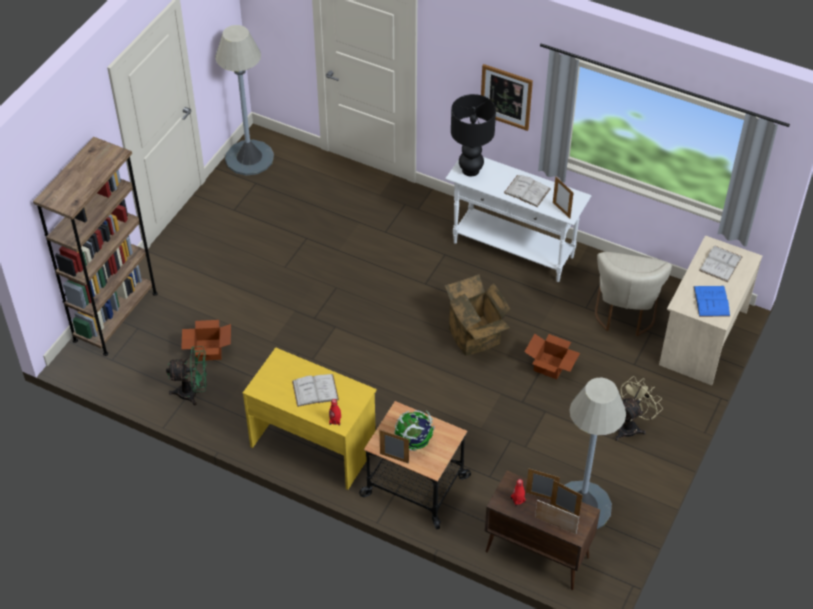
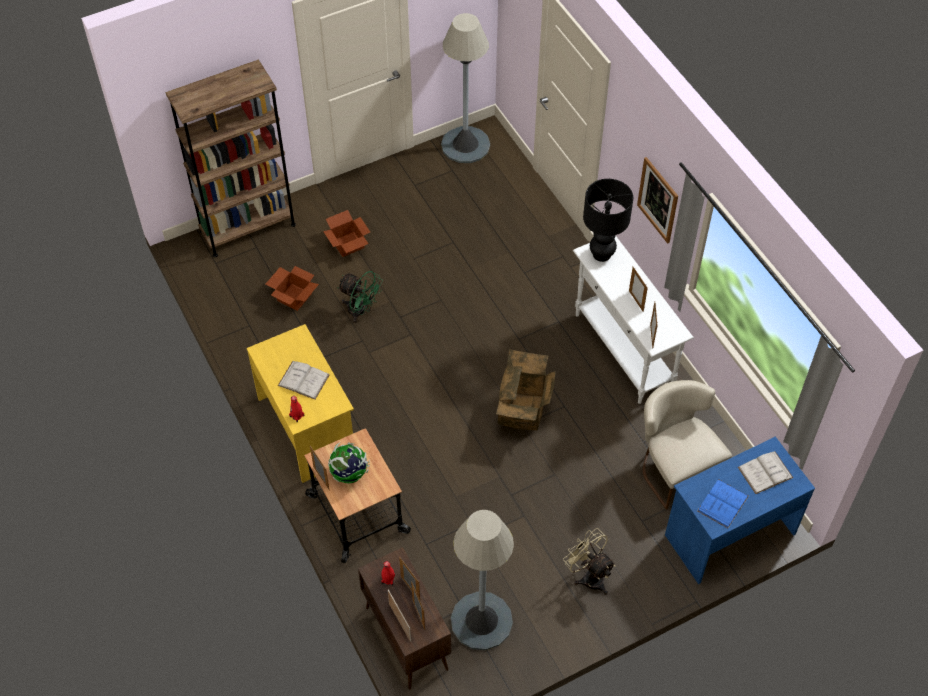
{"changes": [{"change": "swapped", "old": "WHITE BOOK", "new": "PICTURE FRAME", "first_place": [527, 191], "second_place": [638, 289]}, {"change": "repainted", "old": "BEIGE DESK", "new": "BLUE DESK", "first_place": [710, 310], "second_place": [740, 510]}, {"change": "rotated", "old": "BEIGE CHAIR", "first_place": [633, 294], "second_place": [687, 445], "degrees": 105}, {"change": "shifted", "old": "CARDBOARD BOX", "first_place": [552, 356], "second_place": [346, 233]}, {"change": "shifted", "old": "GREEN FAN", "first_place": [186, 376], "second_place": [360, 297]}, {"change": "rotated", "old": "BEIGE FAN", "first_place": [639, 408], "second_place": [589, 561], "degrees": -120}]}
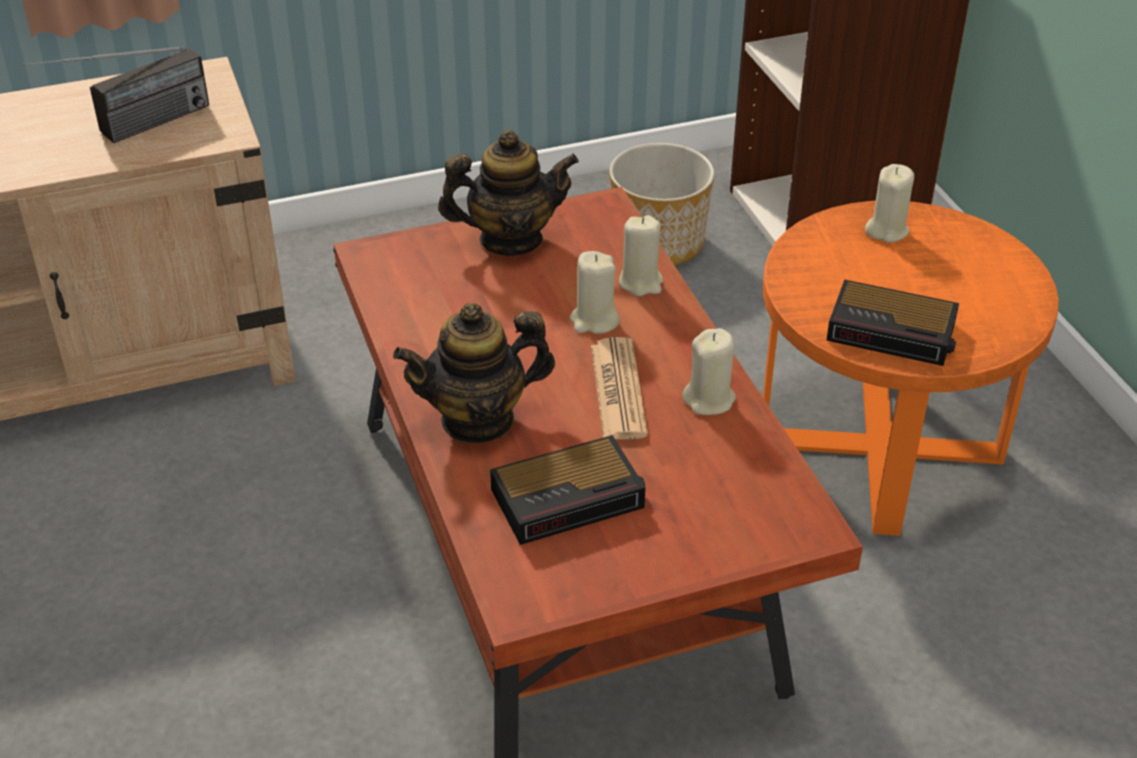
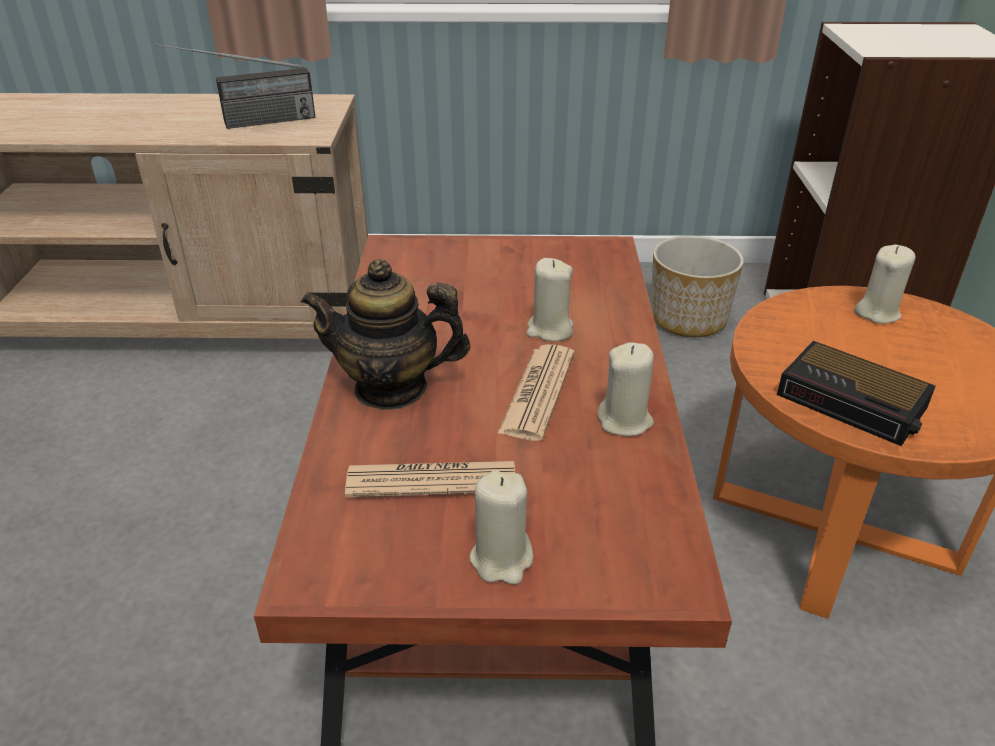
{"changes": [{"change": "gone", "old": "TEAPOT", "first_place": [508, 193]}, {"change": "shifted", "old": "BEIGE CANDLE", "first_place": [641, 255], "second_place": [501, 527]}, {"change": "swapped", "old": "ALARM CLOCK", "new": "NEWSPAPER", "first_place": [568, 490], "second_place": [430, 479]}]}
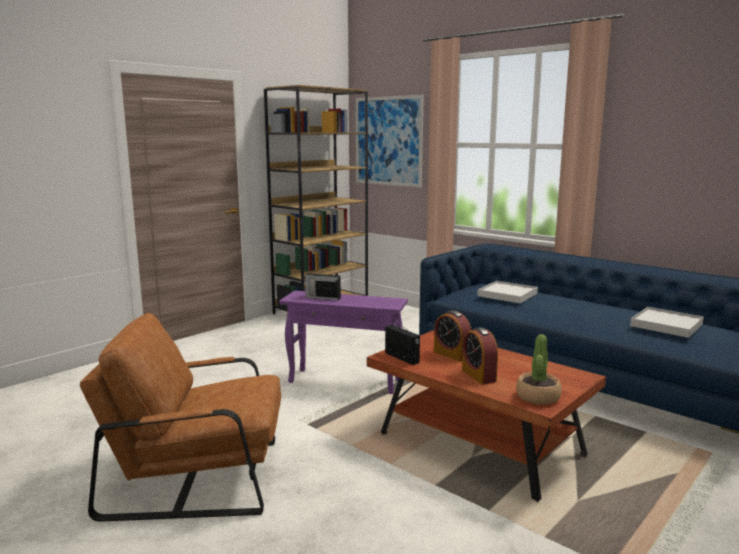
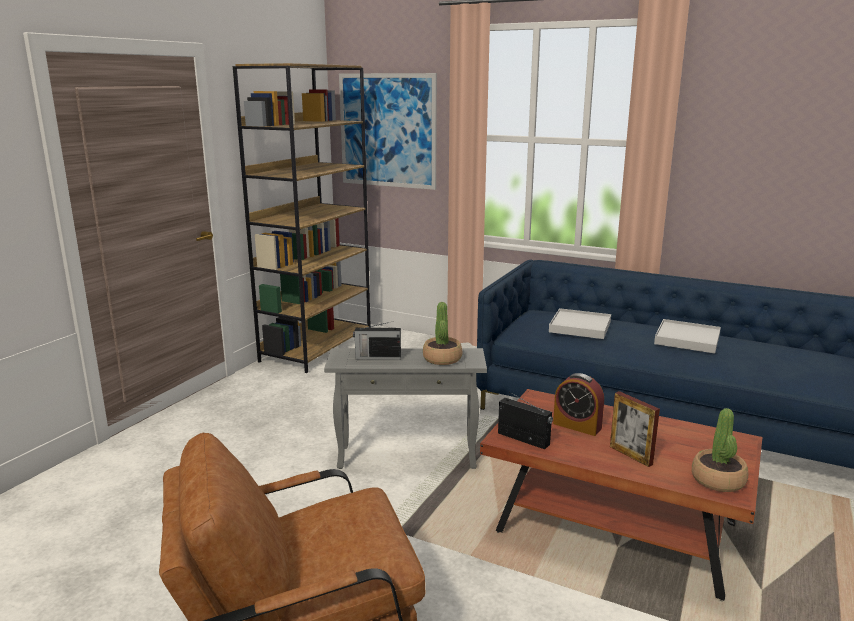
{"changes": [{"change": "repainted", "old": "PURPLE SIDE TABLE", "new": "GREY SIDE TABLE", "first_place": [343, 342], "second_place": [405, 408]}, {"change": "shifted", "old": "WHITE TRAY", "first_place": [667, 322], "second_place": [687, 336]}, {"change": "swapped", "old": "ALARM CLOCK", "new": "PICTURE FRAME", "first_place": [480, 355], "second_place": [635, 429]}, {"change": "new", "new": "POTTED PLANT", "second_place": [442, 333]}]}
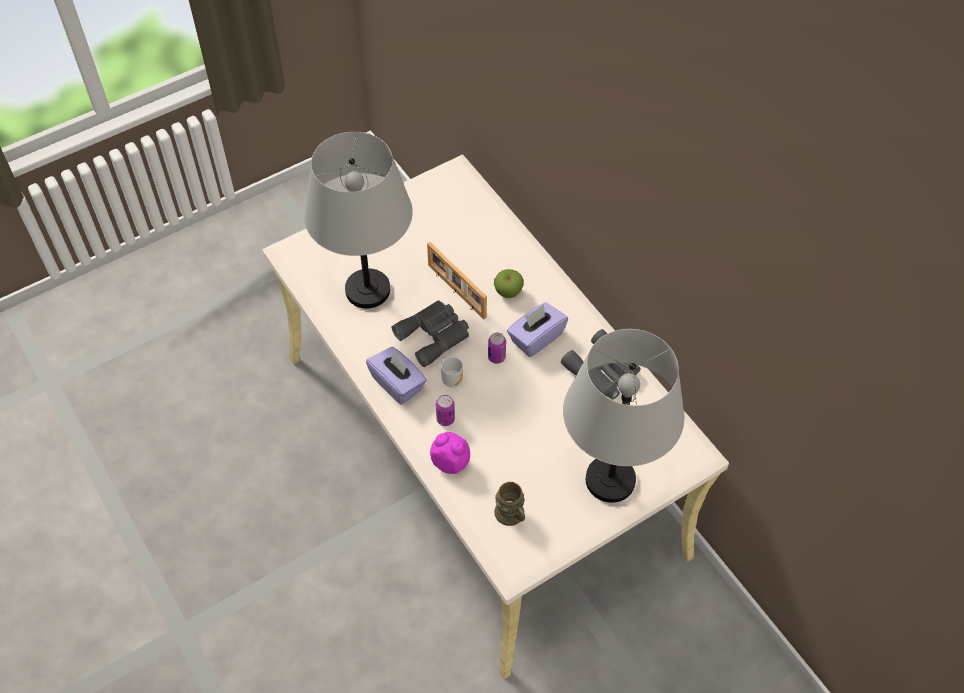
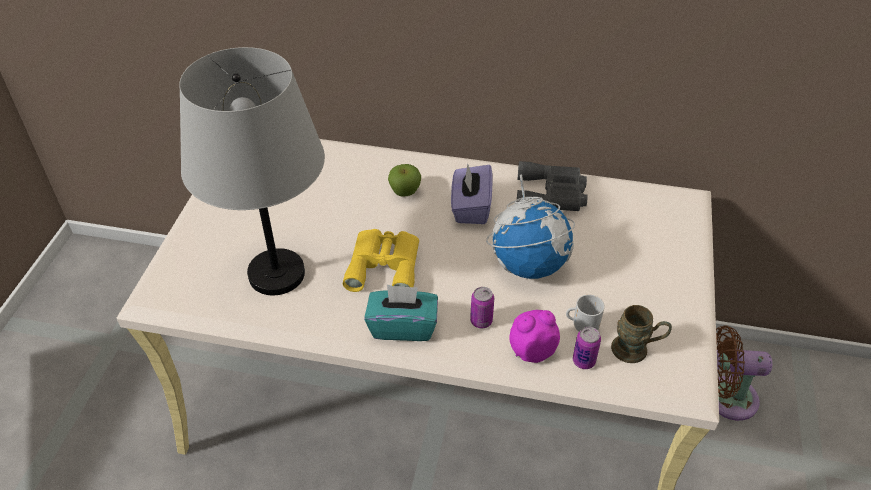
{"changes": [{"change": "gone", "old": "PICTURE FRAME", "first_place": [457, 280]}, {"change": "repainted", "old": "GREY BINOCULARS", "new": "YELLOW BINOCULARS", "first_place": [430, 333], "second_place": [381, 260]}, {"change": "gone", "old": "GREY TABLE LAMP", "first_place": [623, 416]}, {"change": "shifted", "old": "CAN", "first_place": [497, 348], "second_place": [587, 348]}, {"change": "repainted", "old": "PURPLE TISSUE BOX", "new": "TURQUOISE TISSUE BOX", "first_place": [396, 376], "second_place": [401, 313]}, {"change": "shifted", "old": "MUG", "first_place": [452, 372], "second_place": [585, 313]}, {"change": "new", "new": "GLOBE", "second_place": [530, 227]}, {"change": "new", "new": "BROWN FAN", "second_place": [744, 373]}]}
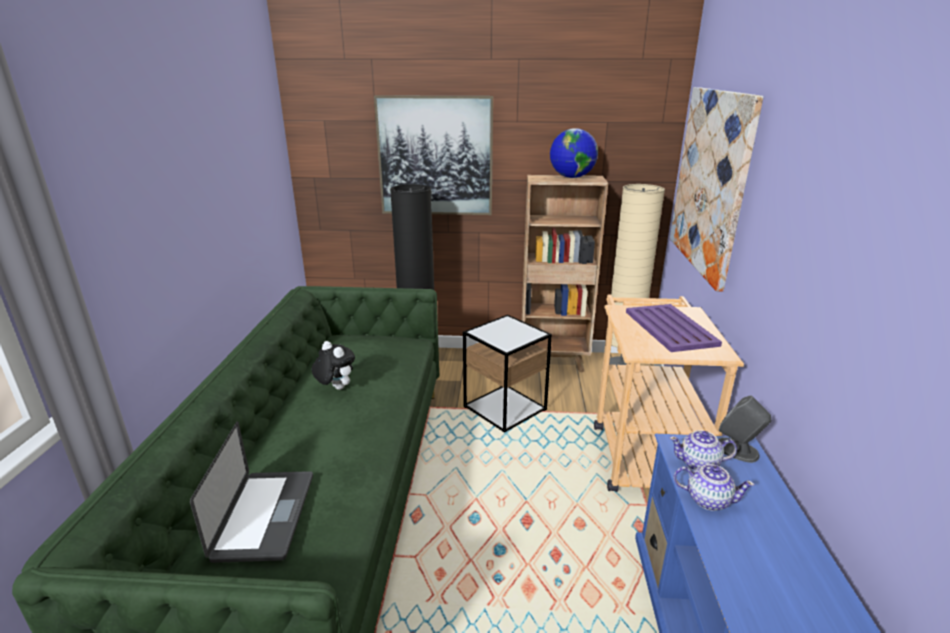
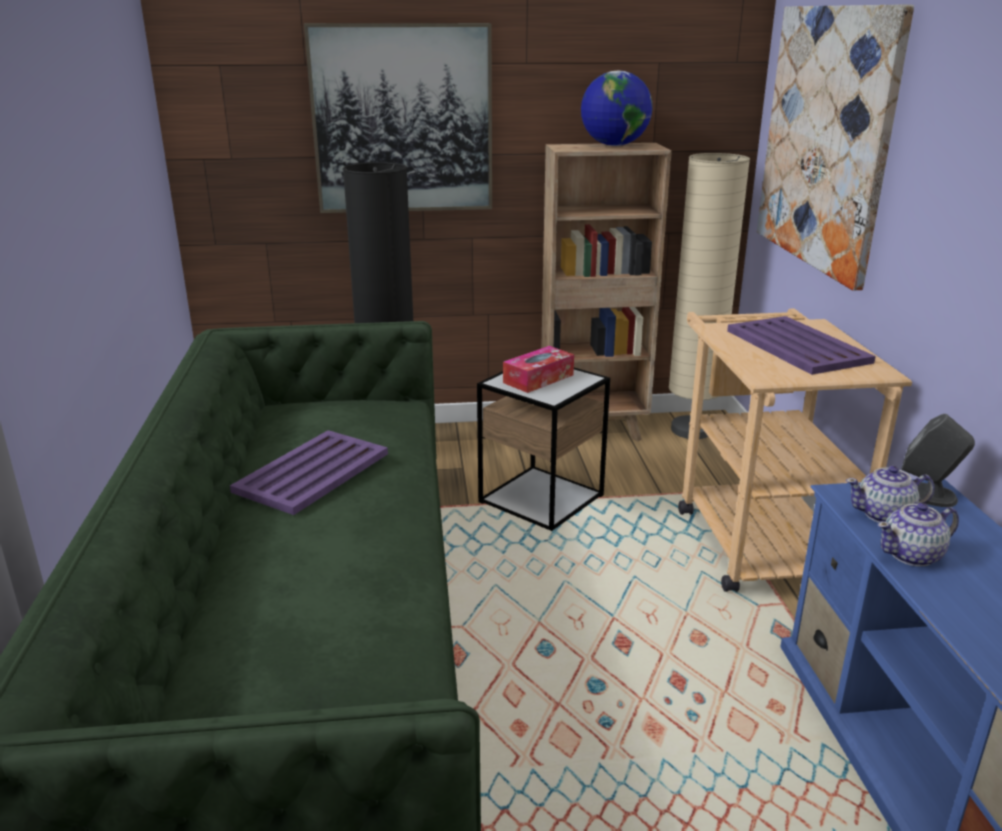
{"changes": [{"change": "swapped", "old": "PLUSH TOY", "new": "PURPLE TRAY", "first_place": [333, 365], "second_place": [309, 472]}, {"change": "gone", "old": "LAPTOP", "first_place": [251, 492]}, {"change": "rotated", "old": "TEAPOT", "first_place": [714, 487], "second_place": [918, 535], "degrees": 150}, {"change": "new", "new": "TISSUE BOX", "second_place": [538, 369]}]}
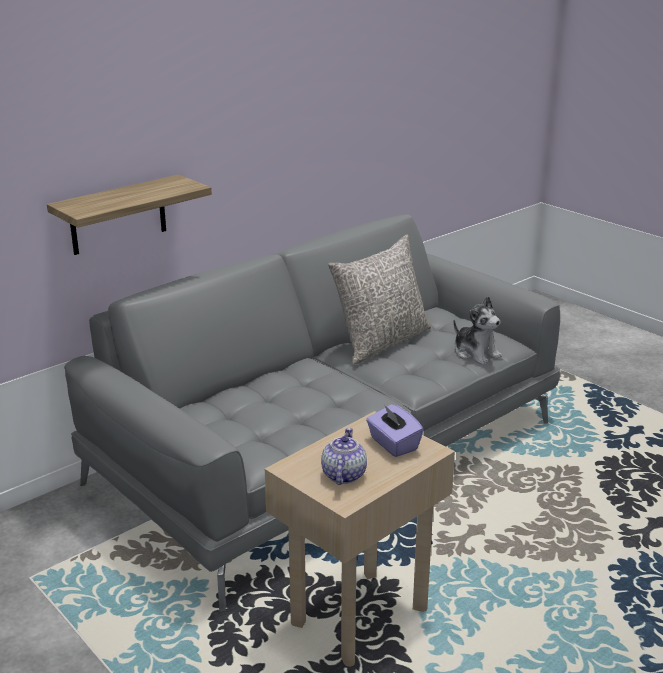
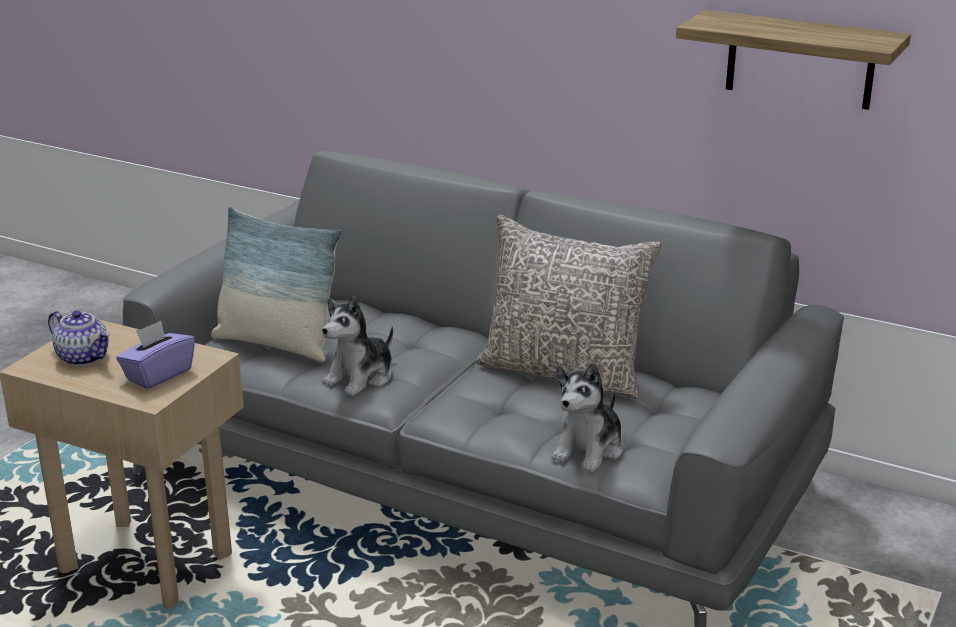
{"changes": [{"change": "shifted", "old": "SHELF", "first_place": [129, 215], "second_place": [793, 60]}, {"change": "rotated", "old": "TEAPOT", "first_place": [344, 456], "second_place": [79, 338], "degrees": 45}, {"change": "new", "new": "PILLOW", "second_place": [276, 284]}, {"change": "new", "new": "PLUSH TOY", "second_place": [357, 346]}]}
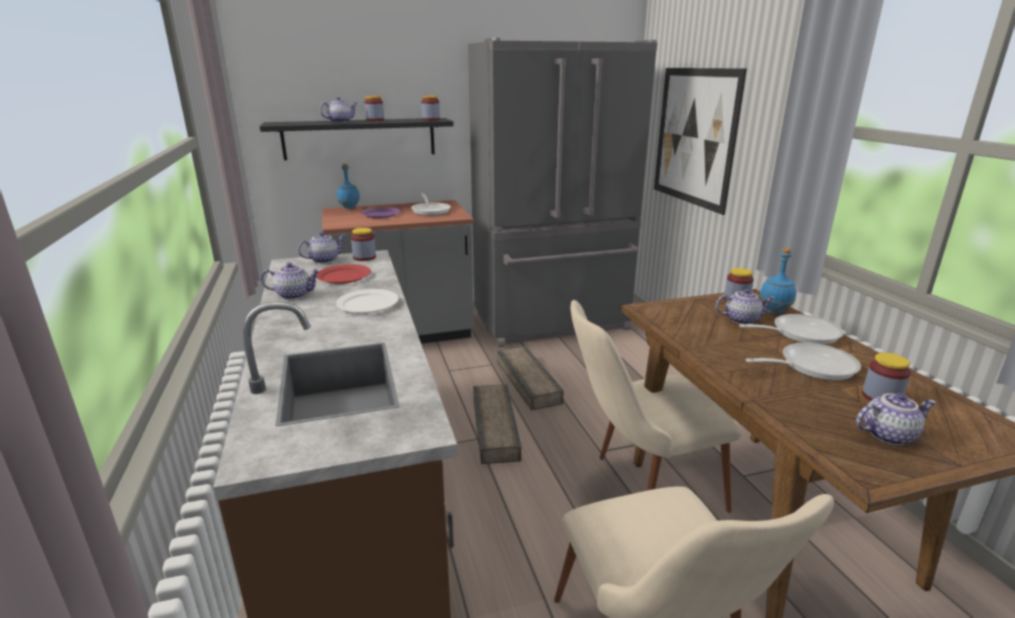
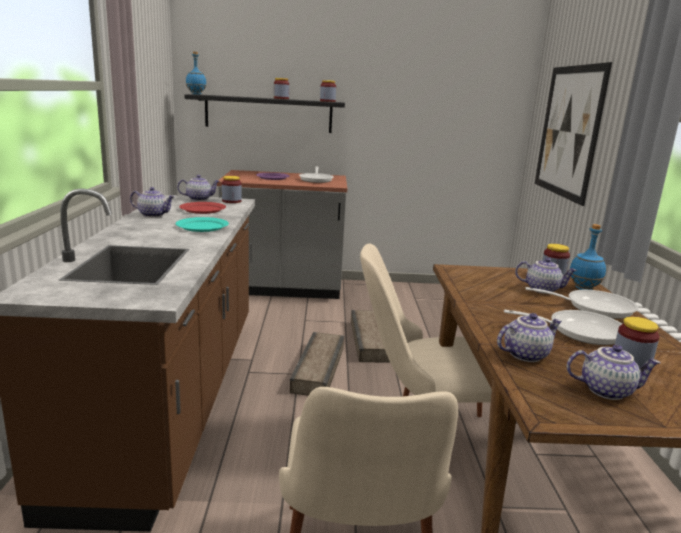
{"changes": [{"change": "gone", "old": "GREY FRIDGE", "first_place": [562, 192]}, {"change": "shifted", "old": "TEAPOT", "first_place": [338, 110], "second_place": [529, 337]}, {"change": "shifted", "old": "BLUE BOTTLE", "first_place": [348, 186], "second_place": [196, 73]}, {"change": "repainted", "old": "WHITE PLATE", "new": "TURQUOISE PLATE", "first_place": [367, 301], "second_place": [202, 224]}]}
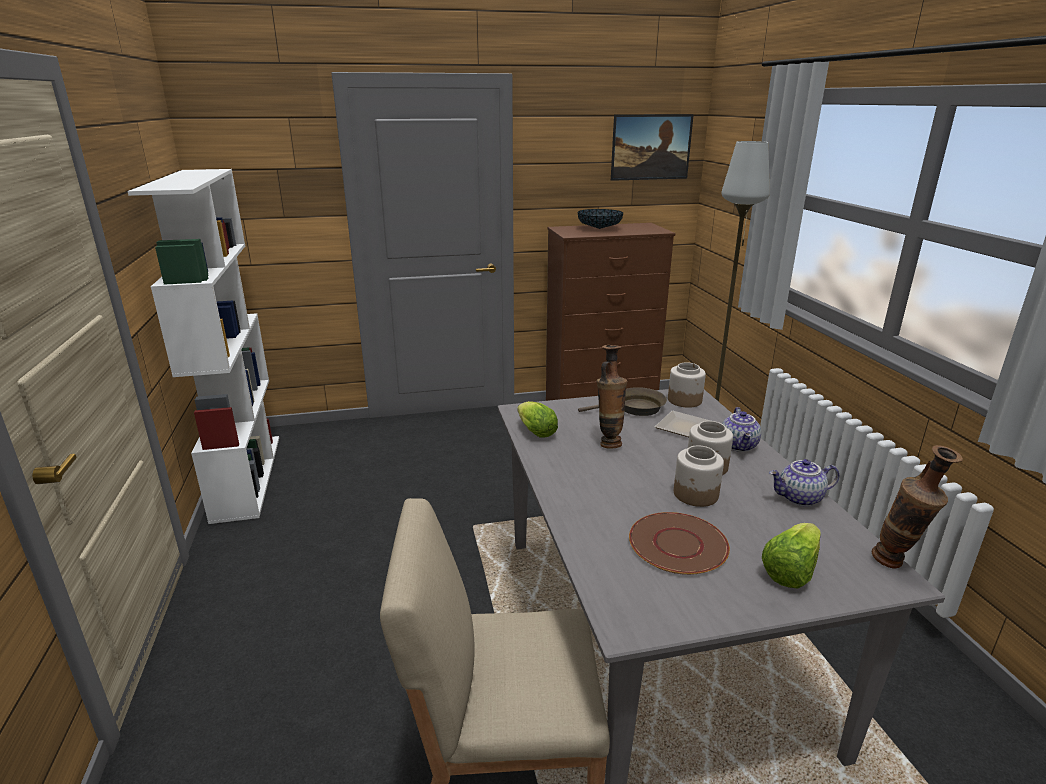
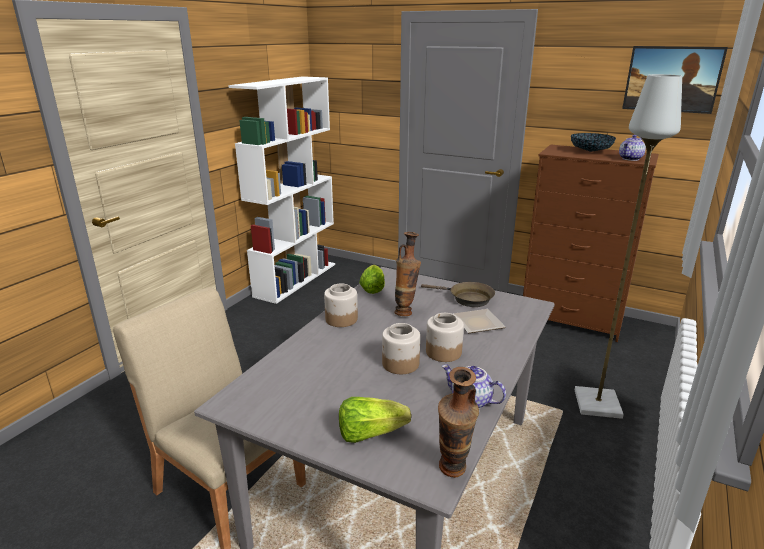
{"changes": [{"change": "shifted", "old": "JAR", "first_place": [687, 385], "second_place": [341, 305]}, {"change": "shifted", "old": "TEAPOT", "first_place": [741, 429], "second_place": [632, 148]}, {"change": "gone", "old": "BROWN PLATE", "first_place": [679, 543]}]}
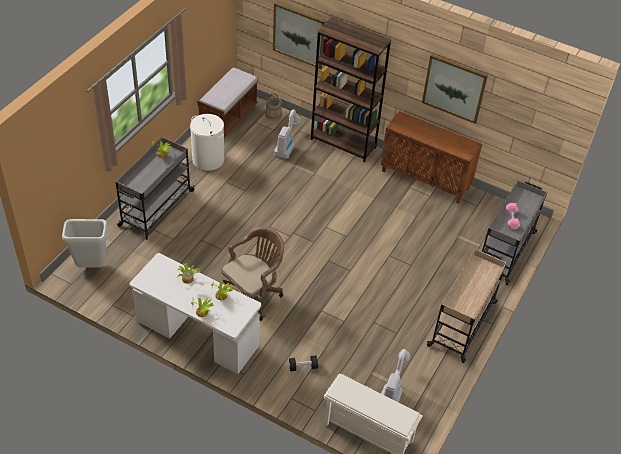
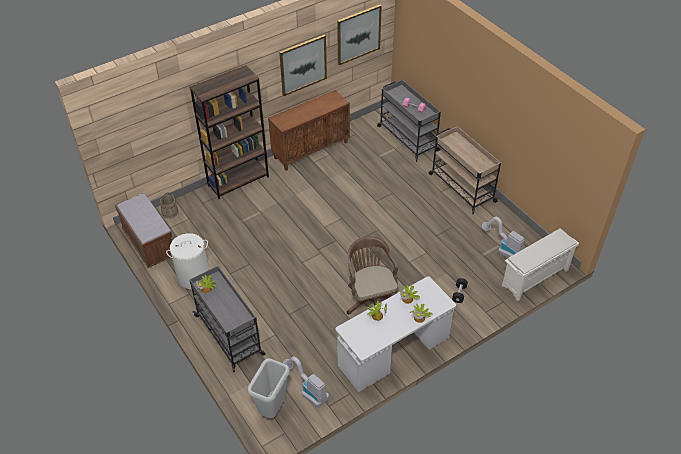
{"changes": [{"change": "shifted", "old": "PICTURE", "first_place": [299, 35], "second_place": [359, 35]}, {"change": "shifted", "old": "VACUUM CLEANER", "first_place": [287, 134], "second_place": [306, 382]}]}
